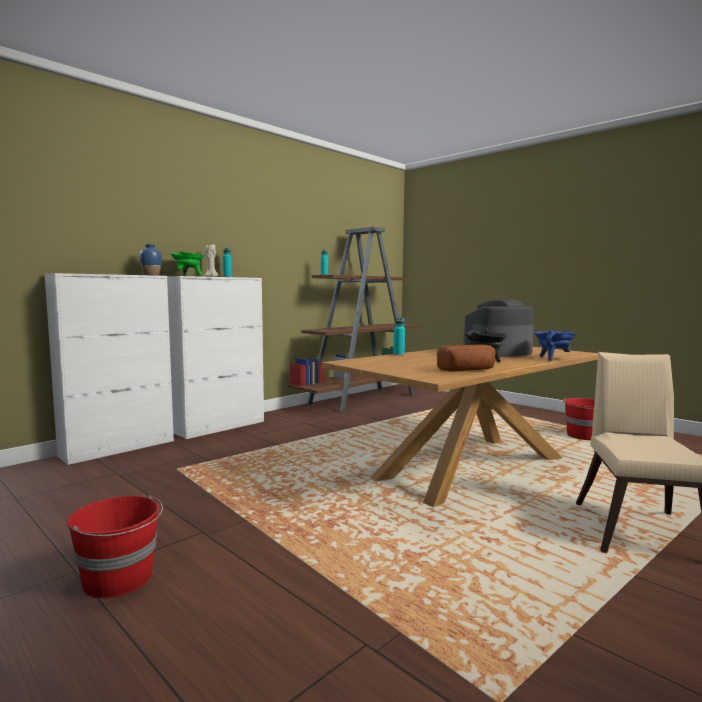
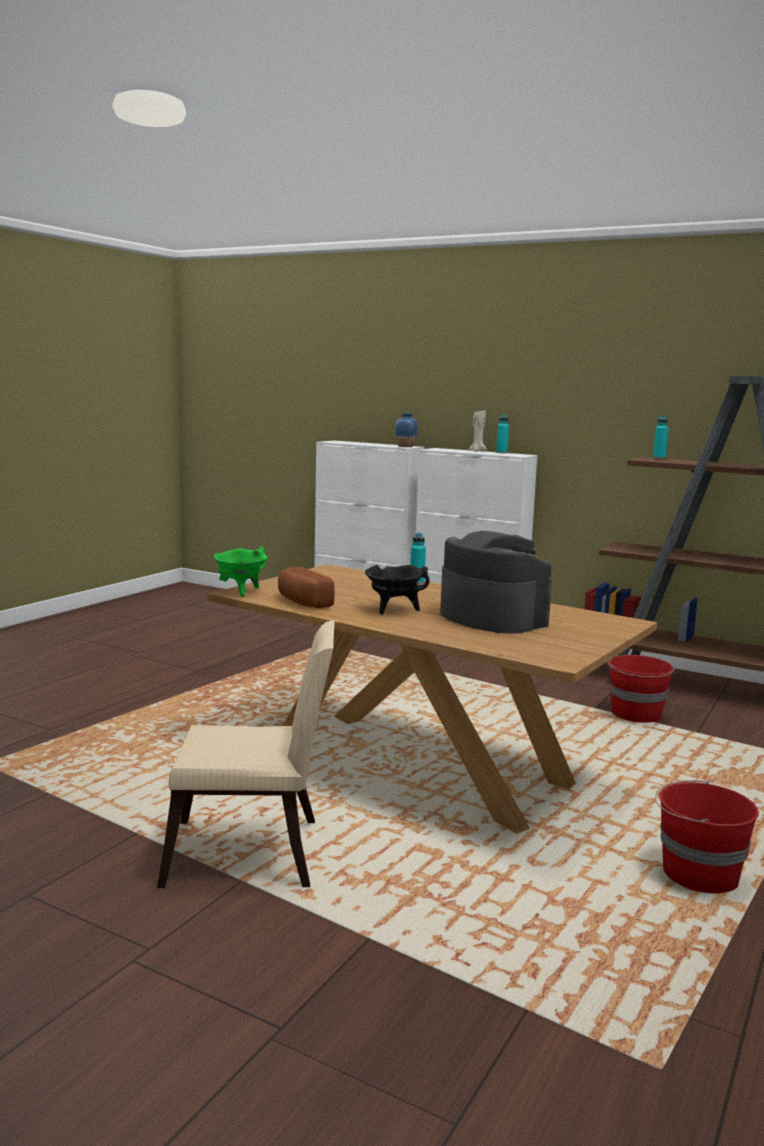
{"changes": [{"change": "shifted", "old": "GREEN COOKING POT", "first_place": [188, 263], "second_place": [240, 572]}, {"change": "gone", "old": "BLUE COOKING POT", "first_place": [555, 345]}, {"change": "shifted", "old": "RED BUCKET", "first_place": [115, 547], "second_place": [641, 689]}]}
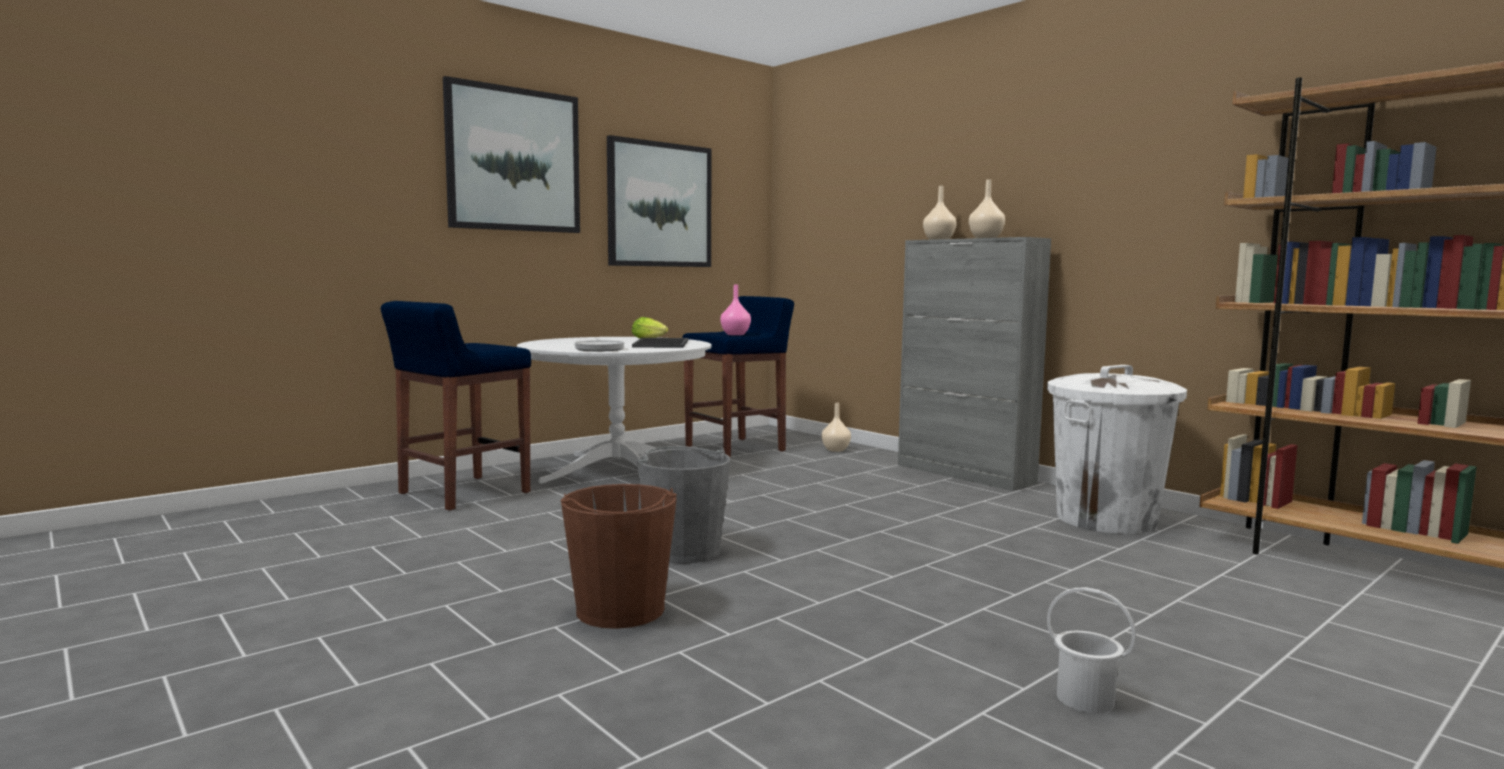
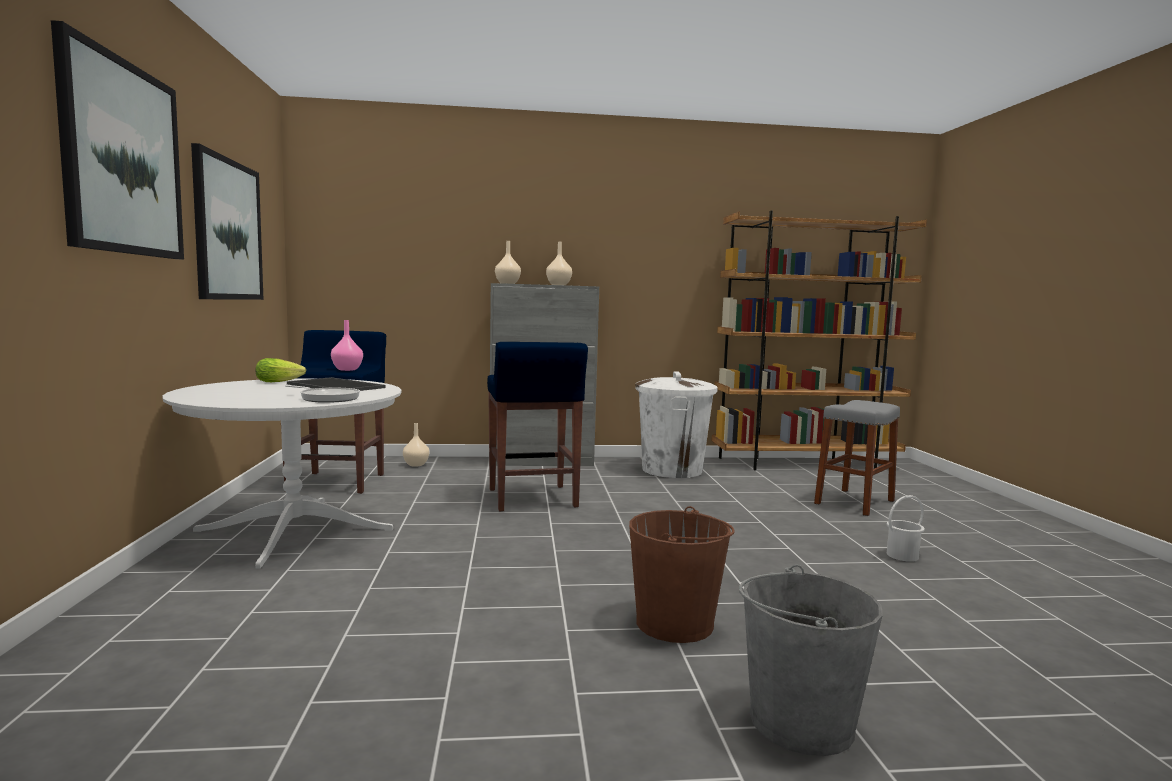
{"changes": [{"change": "shifted", "old": "BLUE STOOL", "first_place": [456, 406], "second_place": [537, 426]}, {"change": "shifted", "old": "GREY BUCKET", "first_place": [684, 505], "second_place": [811, 660]}, {"change": "new", "new": "GREY STOOL", "second_place": [857, 458]}]}
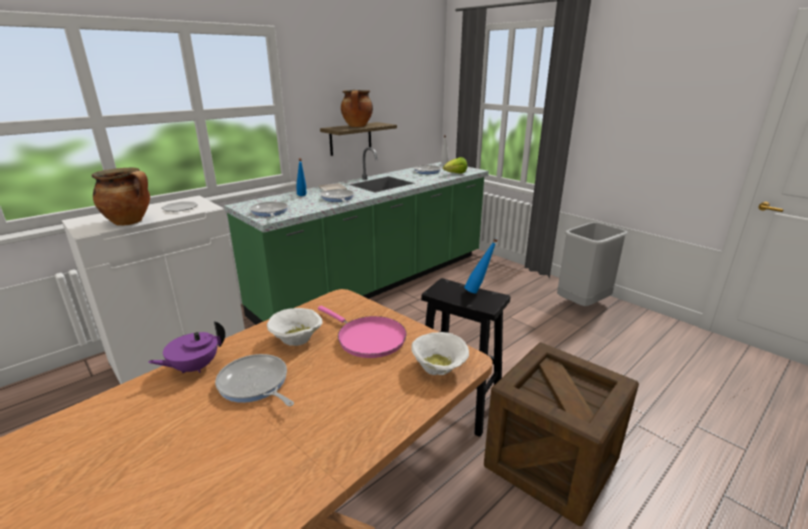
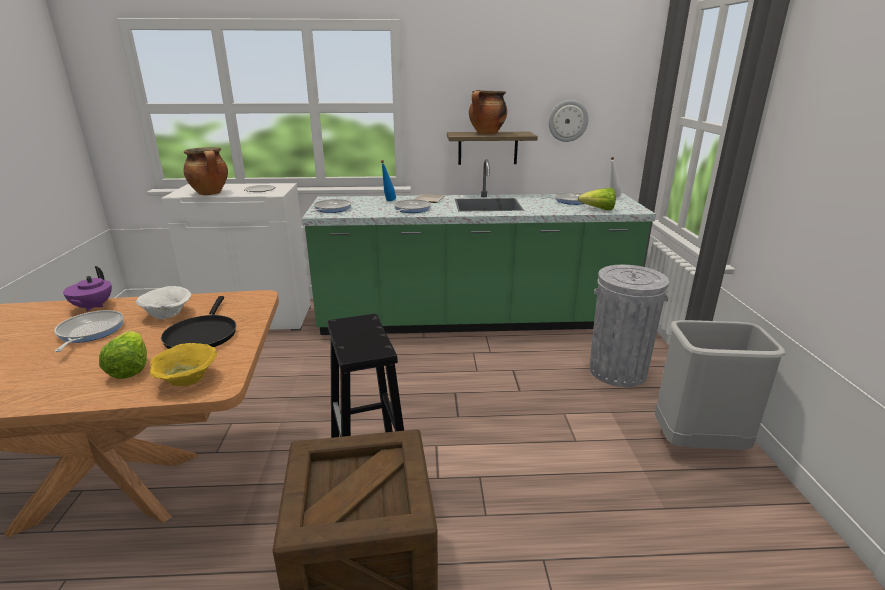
{"changes": [{"change": "gone", "old": "BLUE BOTTLE", "first_place": [481, 265]}, {"change": "repainted", "old": "PINK FRYING PAN", "new": "BLACK FRYING PAN", "first_place": [362, 332], "second_place": [198, 322]}, {"change": "rotated", "old": "PURPLE TEAPOT", "first_place": [186, 347], "second_place": [87, 289], "degrees": -90}, {"change": "repainted", "old": "WHITE BOWL", "new": "YELLOW BOWL", "first_place": [440, 353], "second_place": [183, 364]}, {"change": "new", "new": "WALL CLOCK", "second_place": [569, 121]}, {"change": "new", "new": "GREY TRASH CAN", "second_place": [629, 326]}, {"change": "new", "new": "LETTUCE", "second_place": [123, 355]}]}
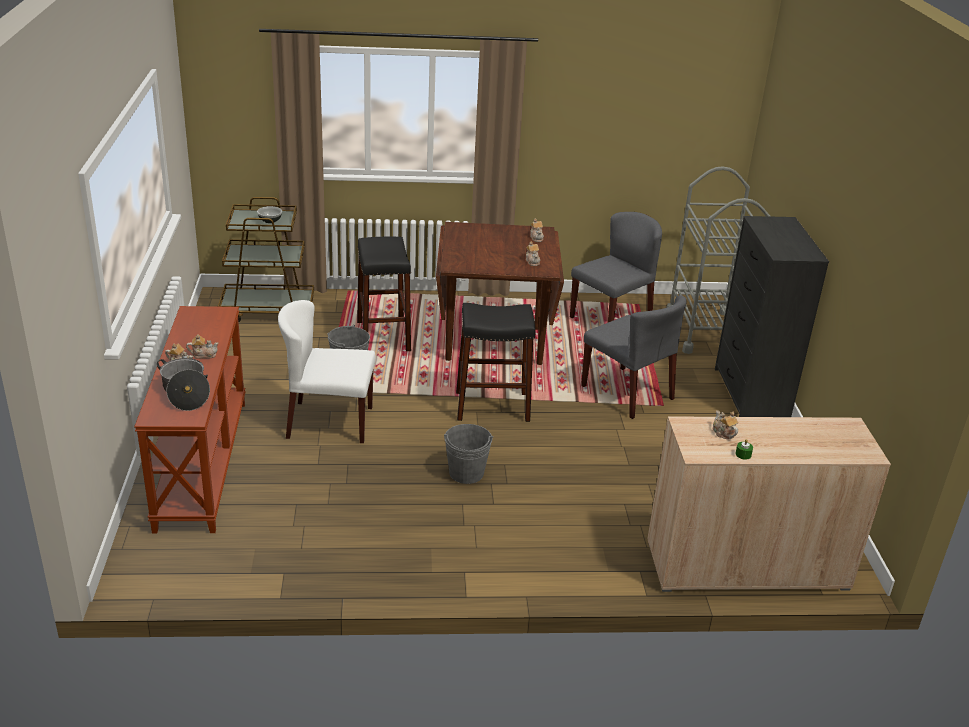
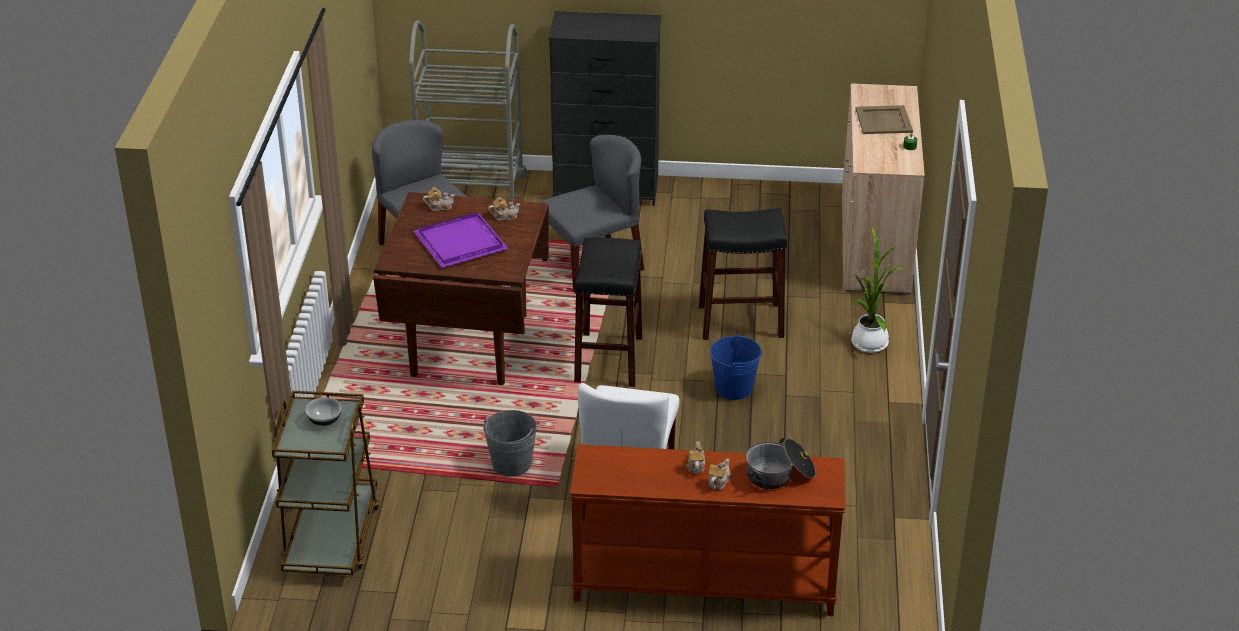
{"changes": [{"change": "shifted", "old": "BLACK STOOL", "first_place": [384, 294], "second_place": [743, 274]}, {"change": "gone", "old": "TEAPOT", "first_place": [725, 425]}, {"change": "repainted", "old": "GREY BUCKET", "new": "BLUE BUCKET", "first_place": [468, 454], "second_place": [736, 366]}, {"change": "new", "new": "BEIGE TRAY", "second_place": [884, 119]}, {"change": "new", "new": "PURPLE TRAY", "second_place": [461, 240]}, {"change": "new", "new": "POTTED PLANT", "second_place": [878, 290]}]}
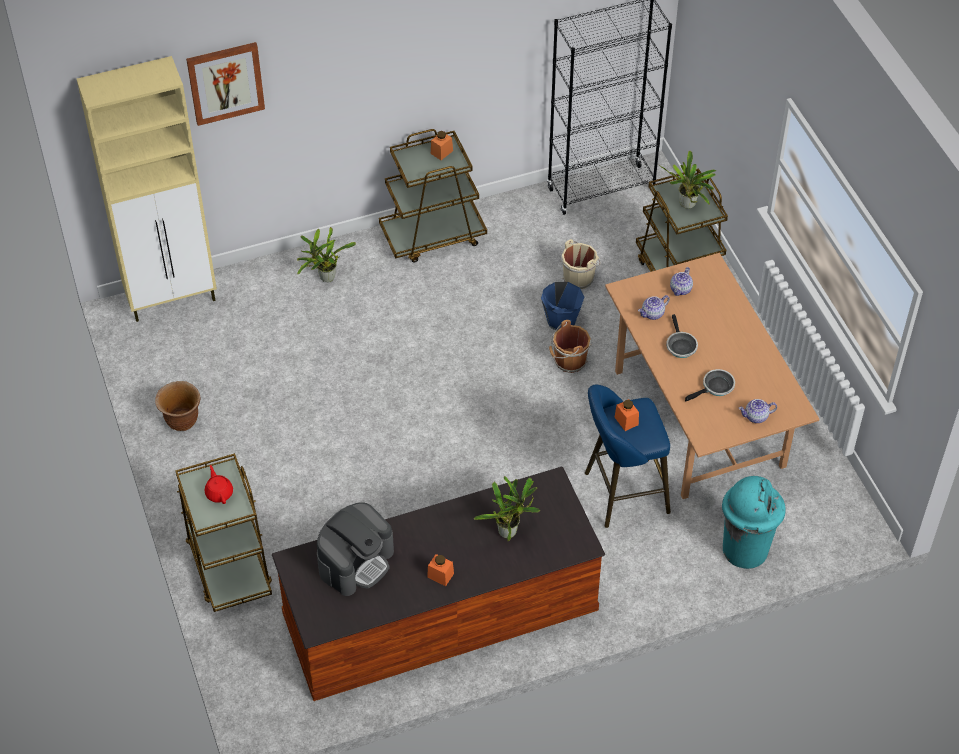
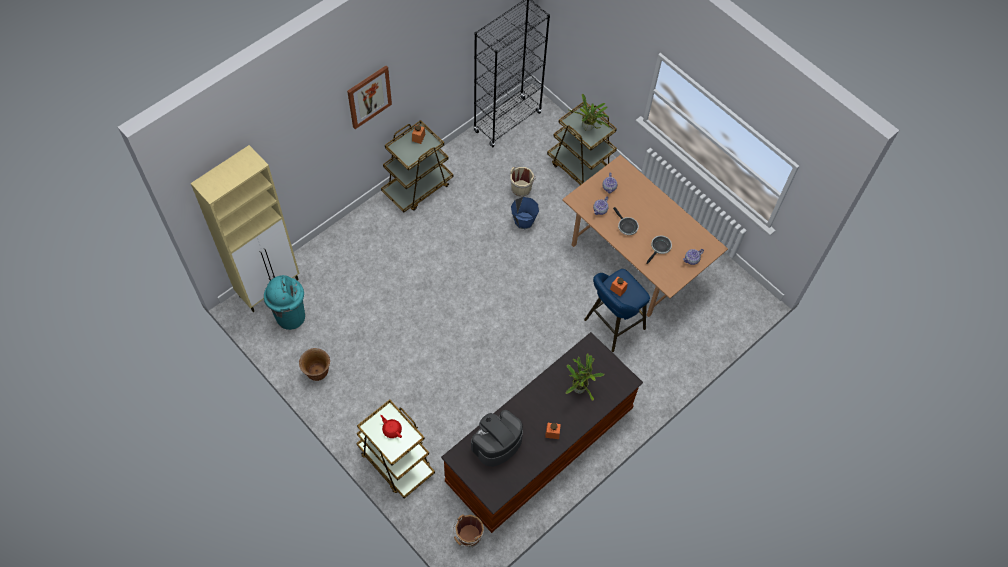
{"changes": [{"change": "shifted", "old": "PICTURE", "first_place": [225, 84], "second_place": [369, 97]}, {"change": "gone", "old": "POTTED PLANT", "first_place": [326, 254]}, {"change": "shifted", "old": "BROWN BUCKET", "first_place": [570, 346], "second_place": [469, 531]}, {"change": "shifted", "old": "TURQUOISE TRASH CAN", "first_place": [754, 522], "second_place": [284, 302]}, {"change": "rotated", "old": "COFFEE MACHINE", "first_place": [355, 549], "second_place": [497, 438], "degrees": -150}]}
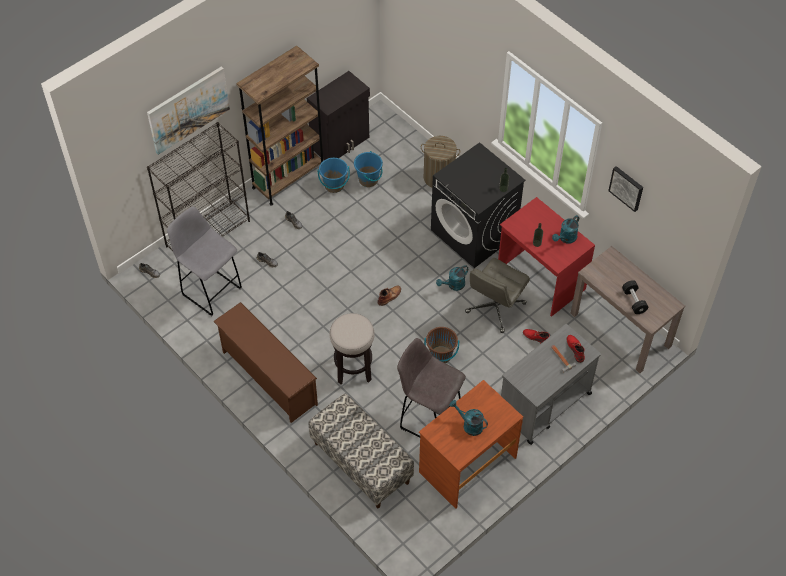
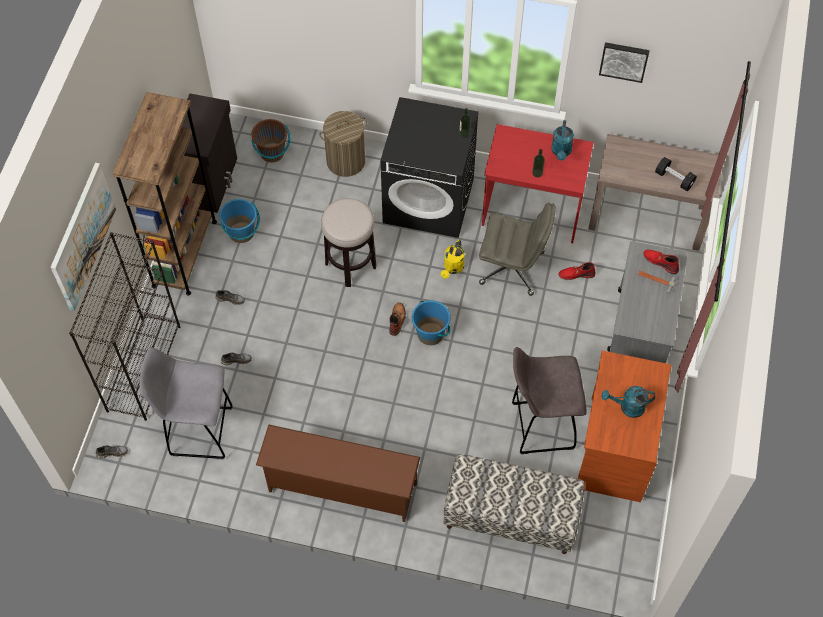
{"changes": [{"change": "shifted", "old": "BLUE BUCKET", "first_place": [368, 169], "second_place": [431, 322]}, {"change": "rotated", "old": "GREY OFFICE CHAIR", "first_place": [497, 295], "second_place": [517, 249], "degrees": -75}, {"change": "repainted", "old": "TURQUOISE WATERING CAN", "new": "YELLOW WATERING CAN", "first_place": [452, 278], "second_place": [452, 259]}, {"change": "shifted", "old": "STOOL", "first_place": [351, 349], "second_place": [348, 242]}, {"change": "shifted", "old": "BROWN BUCKET", "first_place": [442, 345], "second_place": [270, 140]}]}
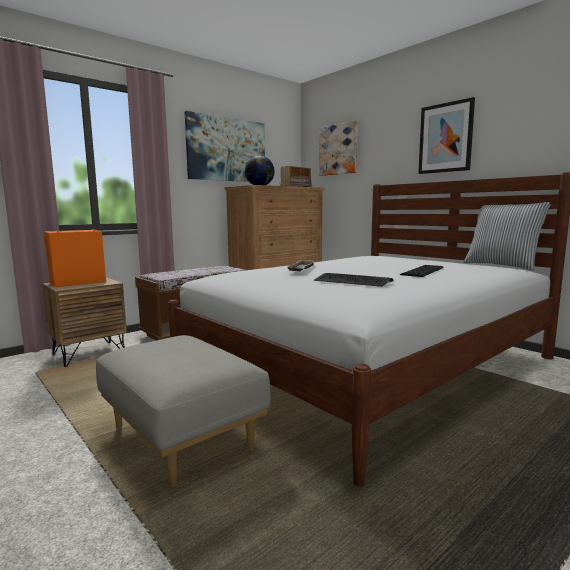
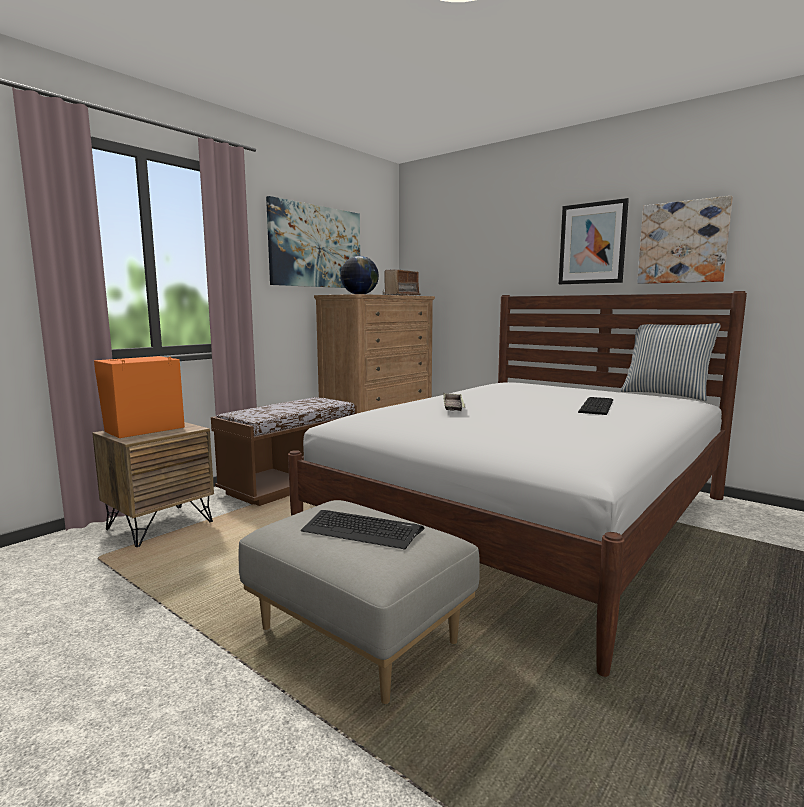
{"changes": [{"change": "shifted", "old": "PICTURE", "first_place": [338, 148], "second_place": [685, 240]}, {"change": "shifted", "old": "KEYBOARD", "first_place": [354, 280], "second_place": [362, 529]}]}
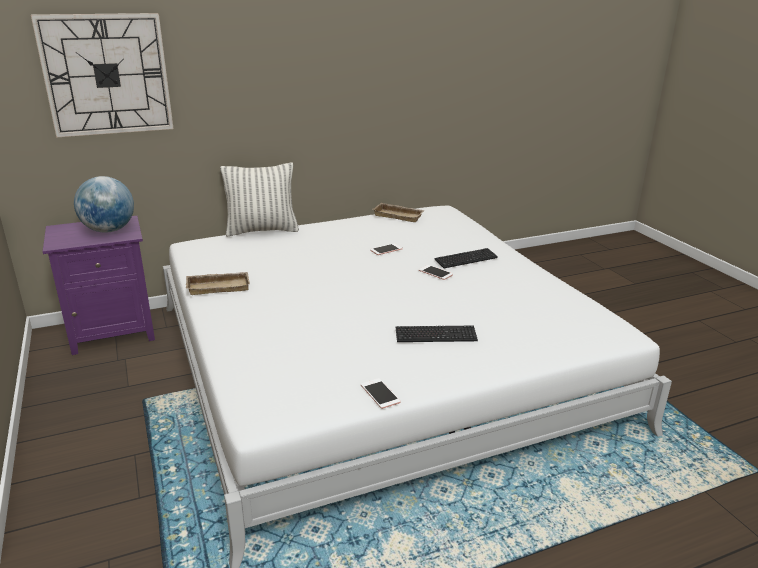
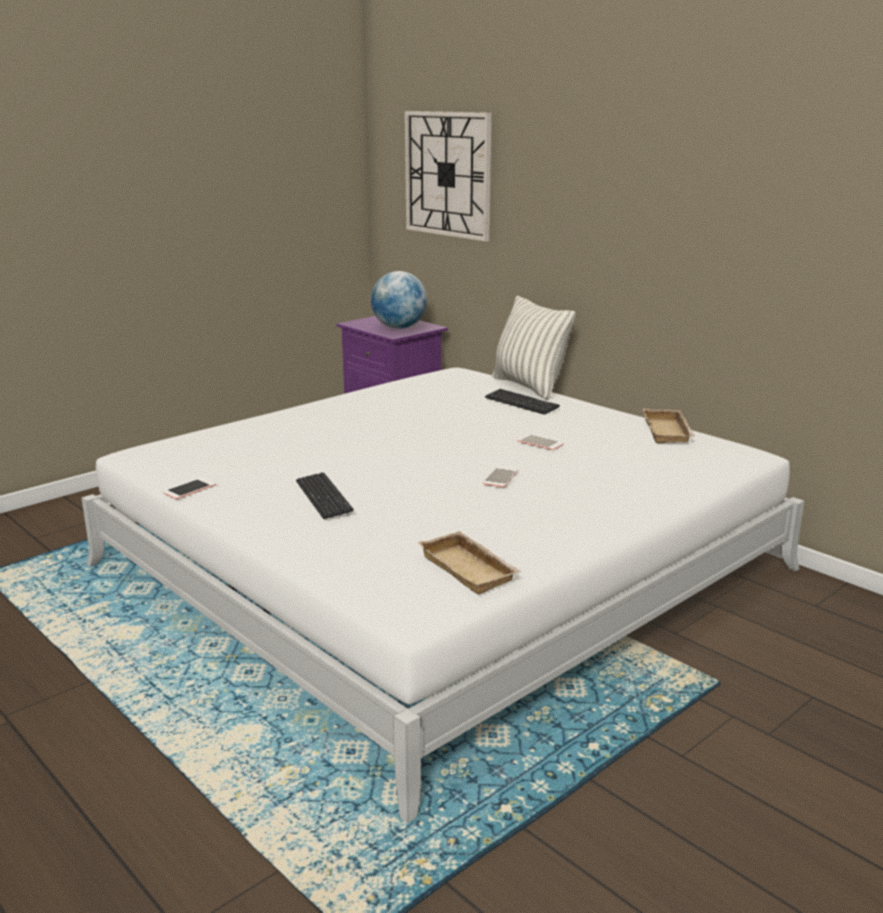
{"changes": [{"change": "shifted", "old": "KEYBOARD", "first_place": [466, 258], "second_place": [522, 402]}, {"change": "shifted", "old": "BEIGE TRAY", "first_place": [218, 283], "second_place": [470, 562]}]}
